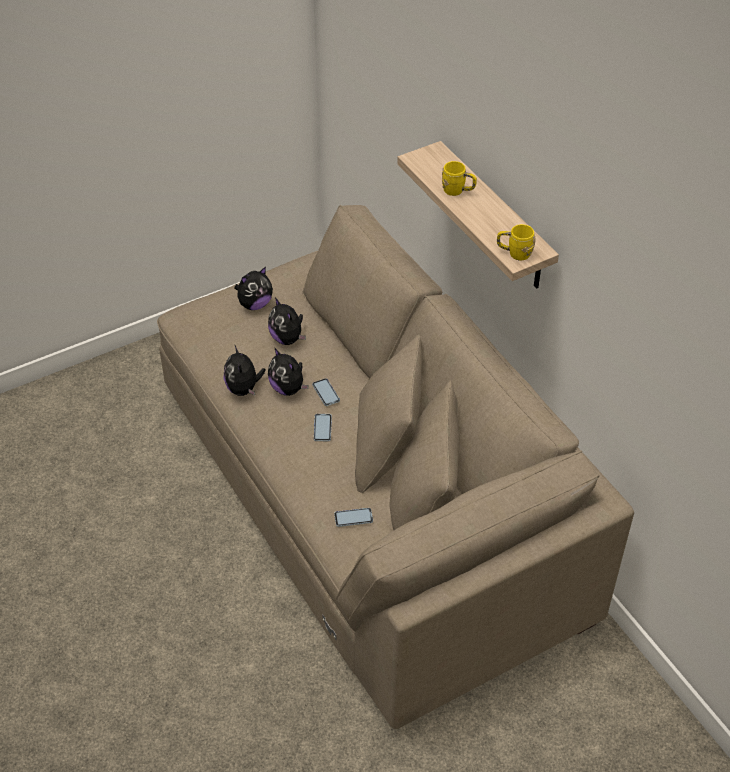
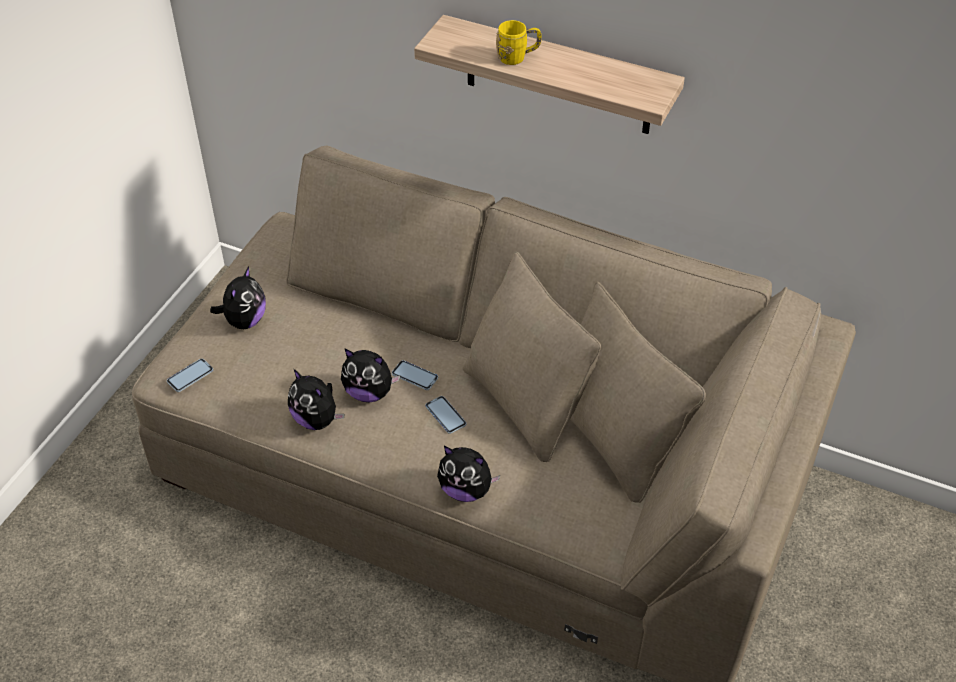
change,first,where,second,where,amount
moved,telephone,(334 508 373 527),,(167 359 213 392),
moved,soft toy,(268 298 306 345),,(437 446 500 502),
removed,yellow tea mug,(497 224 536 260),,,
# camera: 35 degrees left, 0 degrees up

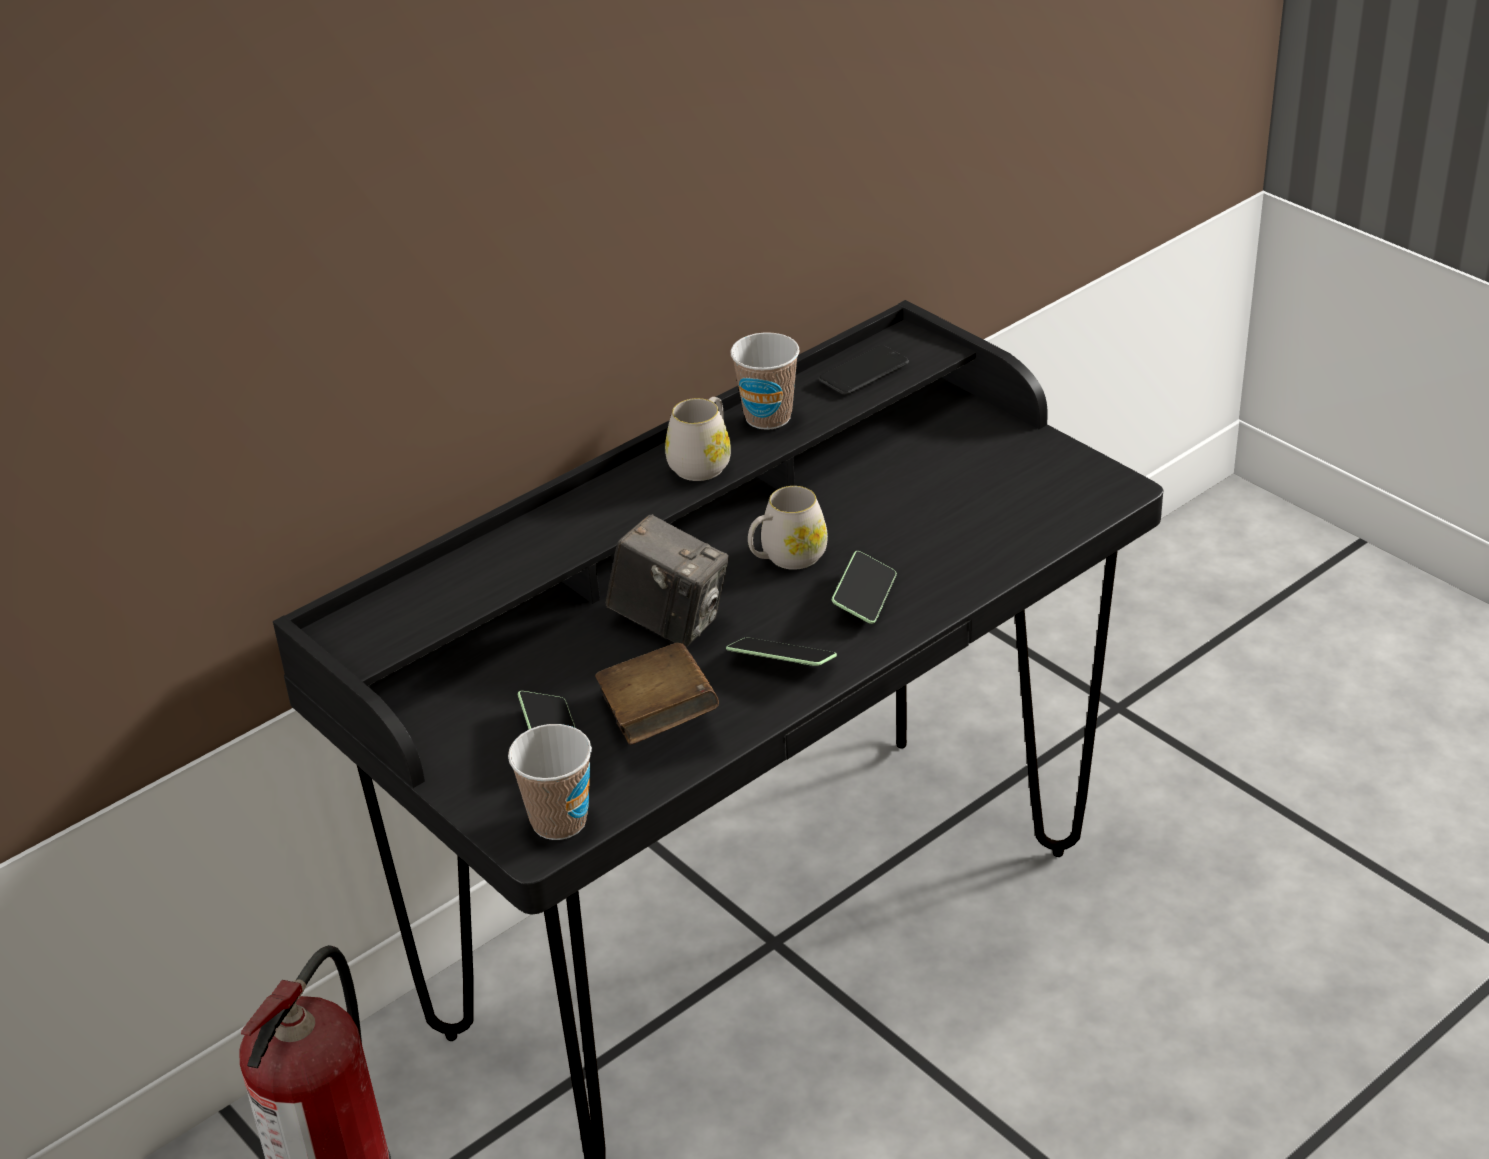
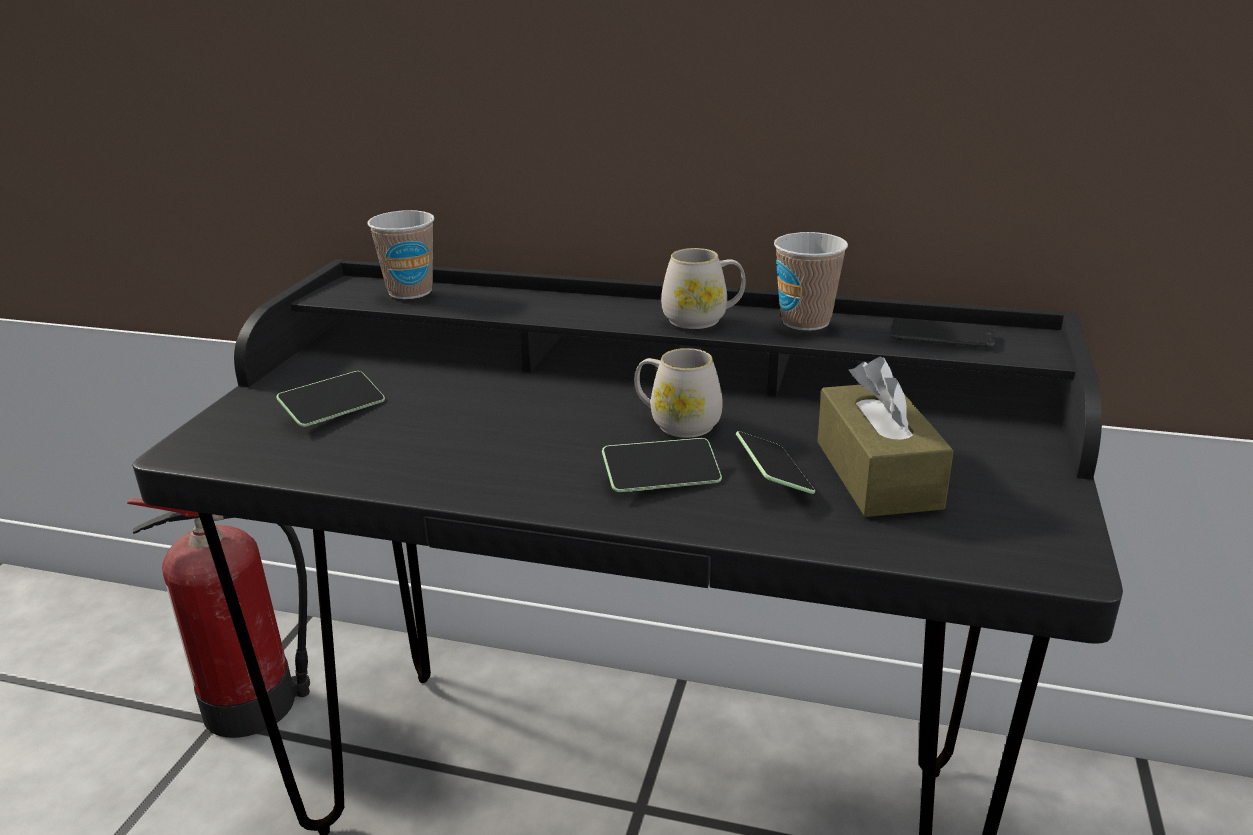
change,first,where,second,where,amount
moved,drinking cup,(508 724 592 840),,(367 210 434 299),
moved,telephone,(726 637 837 666),,(736 431 815 494),
added,,,brownish tissue box,(817 357 954 517),
removed,brownish book,(595 643 719 745),,,
removed,still camera,(606 514 729 647),,,
# camera: 55 degrees right, 10 degrees down

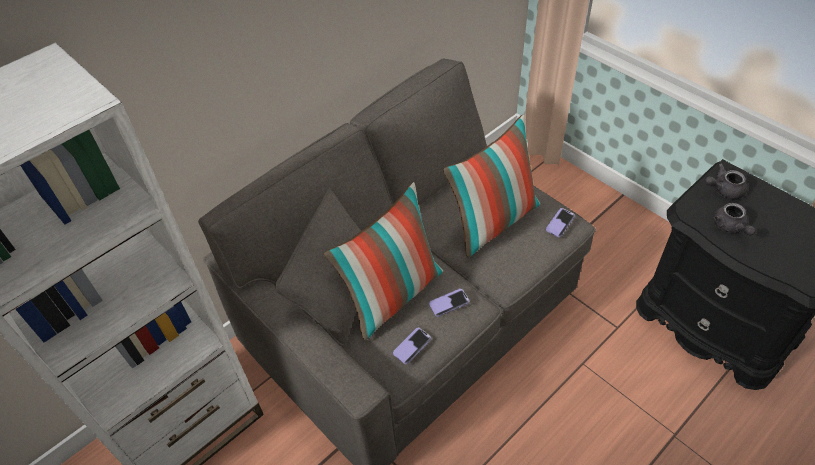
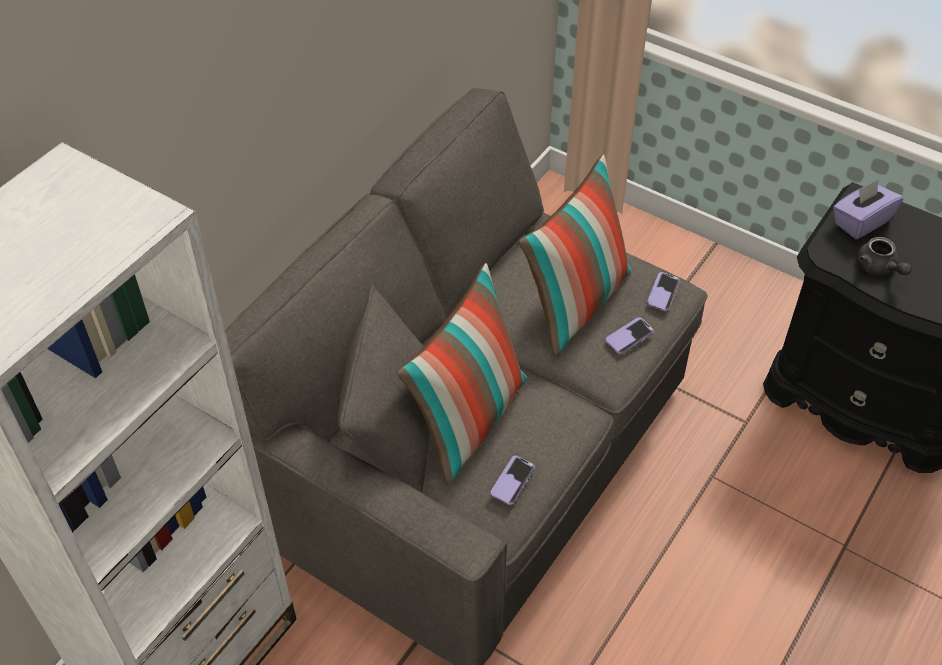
change,first,where,second,where,amount
moved,telephone,(429 289 469 317),,(605 317 654 355),
replaced,greyish teapot,(705 164 747 199),purple tissue box,(833 179 903 239),
# camera: 15 degrees left, 0 degrees up

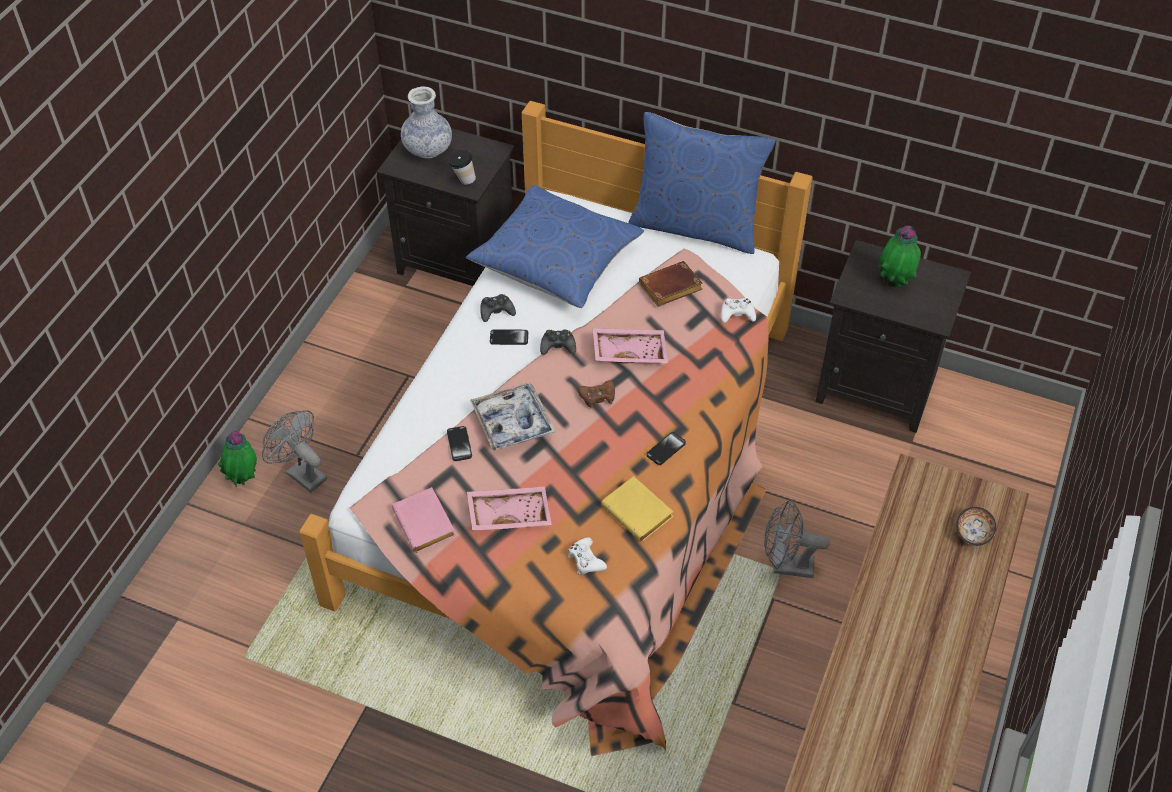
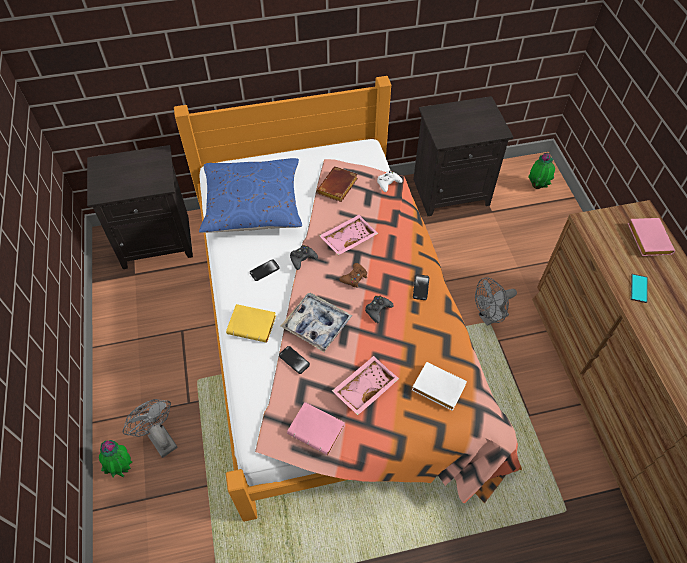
change,first,where,second,where,amount
turned,greyish cooling fan,(262 410 327 493),,(123 399 178 458),45 degrees clockwise
moved,yellow book,(601 476 673 542),,(226 304 276 343),
moved,blackish joypad,(480 294 516 322),,(365 296 394 323),
replaced,white-coloured joypad,(568 537 607 574),white-coloured book,(412 362 467 411),
moved,potted plant,(878 225 921 288),,(528 153 555 189),
replaced,serving bowl,(956 507 996 546),pinkish book,(628 218 675 256),
added,,,telephone,(631 274 648 303),
removed,flower vase,(401 86 452 158),,,
removed,drinking cup,(448 150 476 185),,,
removed,blue pillow,(628 112 776 254),,,
# camera: 35 degrees left, 5 degrees up

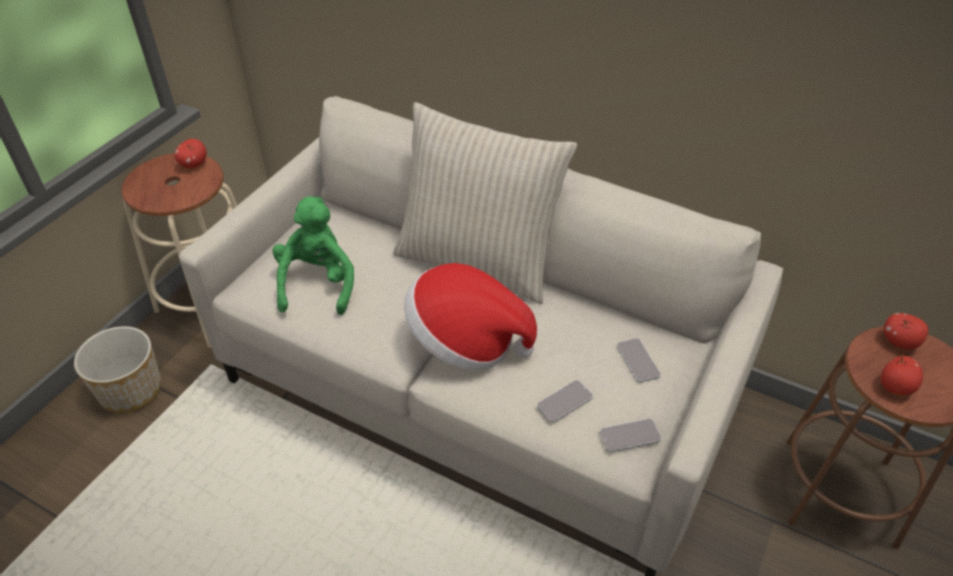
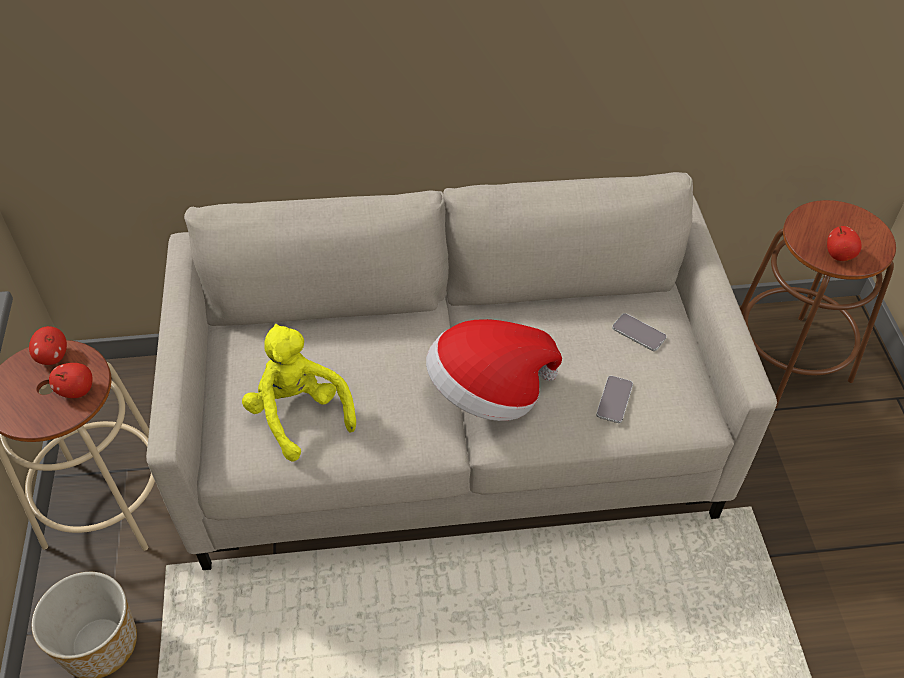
change,first,where,second,where,amount
moved,apple,(884 313 928 350),,(49 363 93 398),
recoloured,green soft toy,(273 196 354 315),yellow soft toy,(242 324 356 462),
removed,beige-coloured pillow,(393 102 577 304),,,
removed,telephone,(600 418 661 452),,,
# camera: 35 degrees left, 5 degrees up

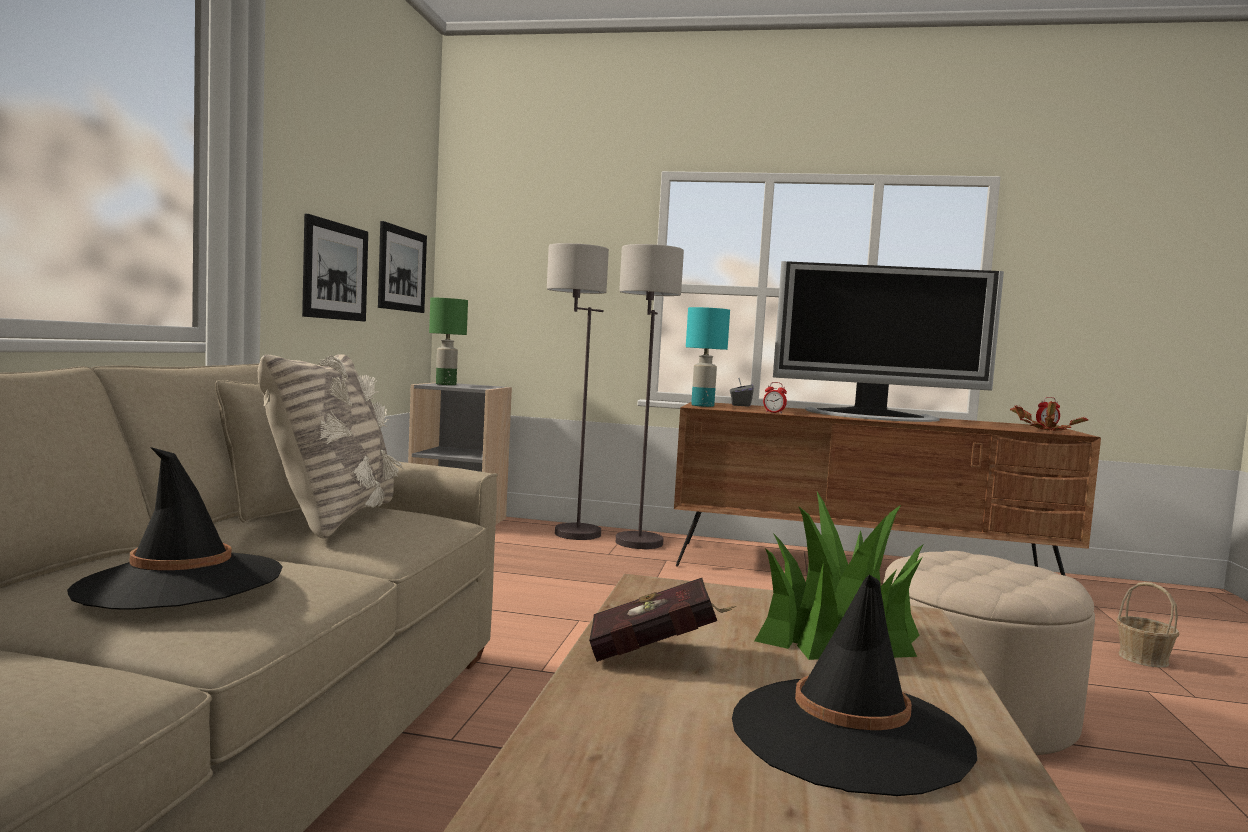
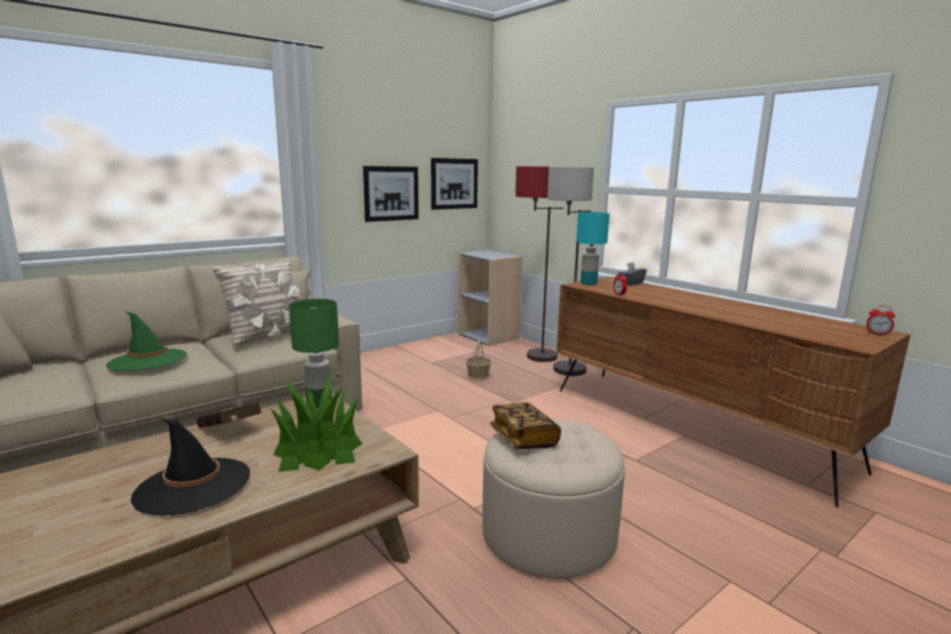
change,first,where,second,where,amount
recoloured,blackish hat,(67 447 283 610),green hat,(106 311 187 371),
moved,green table lamp,(429 298 468 385),,(289 299 339 408),
moved,basket,(1116 582 1180 668),,(466 340 492 381),
added,,,book,(490 403 561 449),
recoloured,greyish standing lamp,(547 243 609 540),red standing lamp,(515 166 564 362),
removed,television,(773 261 1004 422),,,
removed,potted plant,(1010 400 1088 431),,,
# camera: 40 degrees right, 10 degrees up

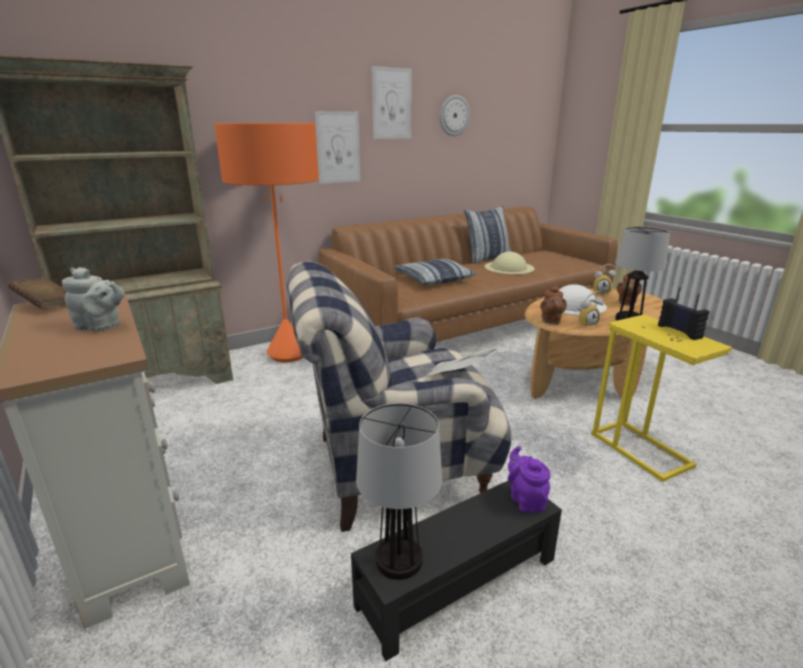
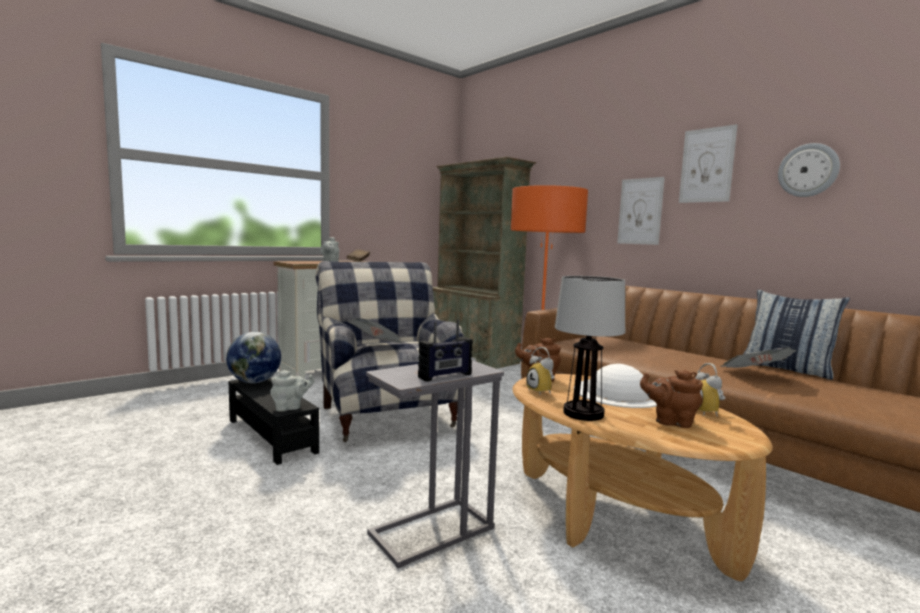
change,first,where,second,where,amount
replaced,table lamp,(356 403 442 580),desk globe,(226 332 281 383),
recoloured,purple teapot,(508 446 550 513),greyish teapot,(270 370 314 412),
recoloured,yellow side table,(591 315 732 482),greyish side table,(366 360 504 568),
replaced,beige-coloured hat,(485 251 534 275),newspaper,(721 347 796 368),
removed,pillow,(393 259 475 285),,,
# camera: 80 degrees right, 15 degrees down

